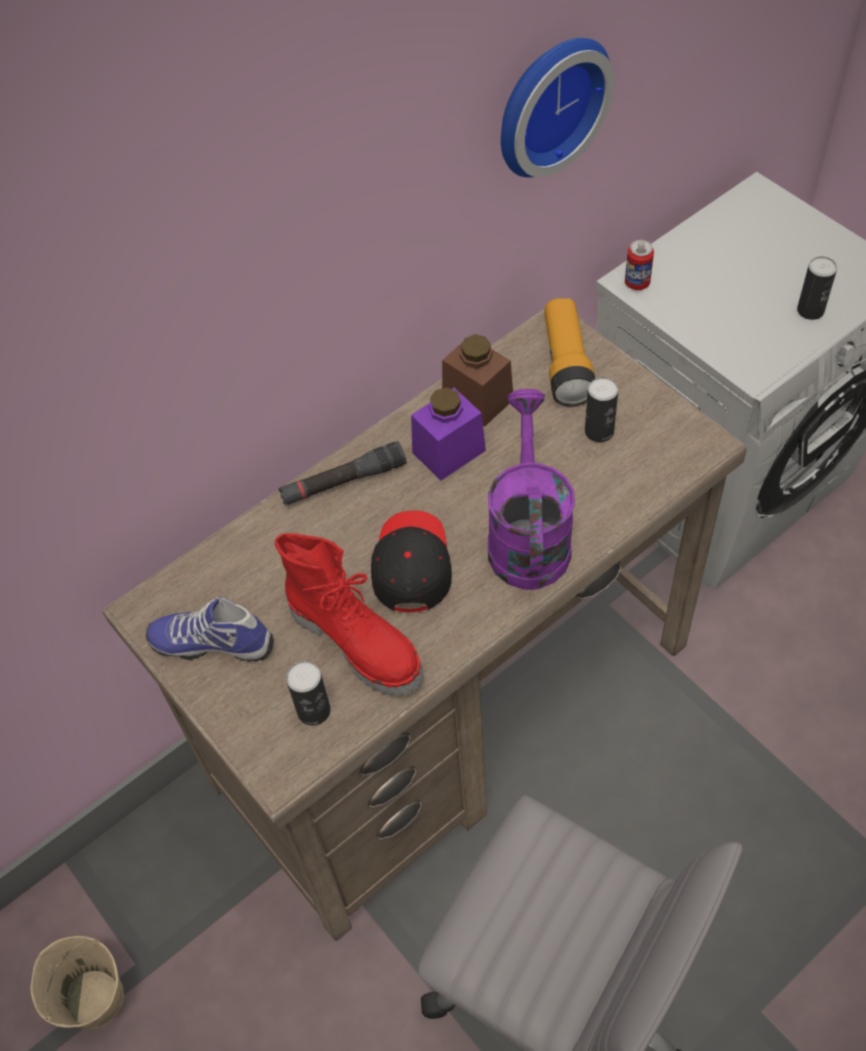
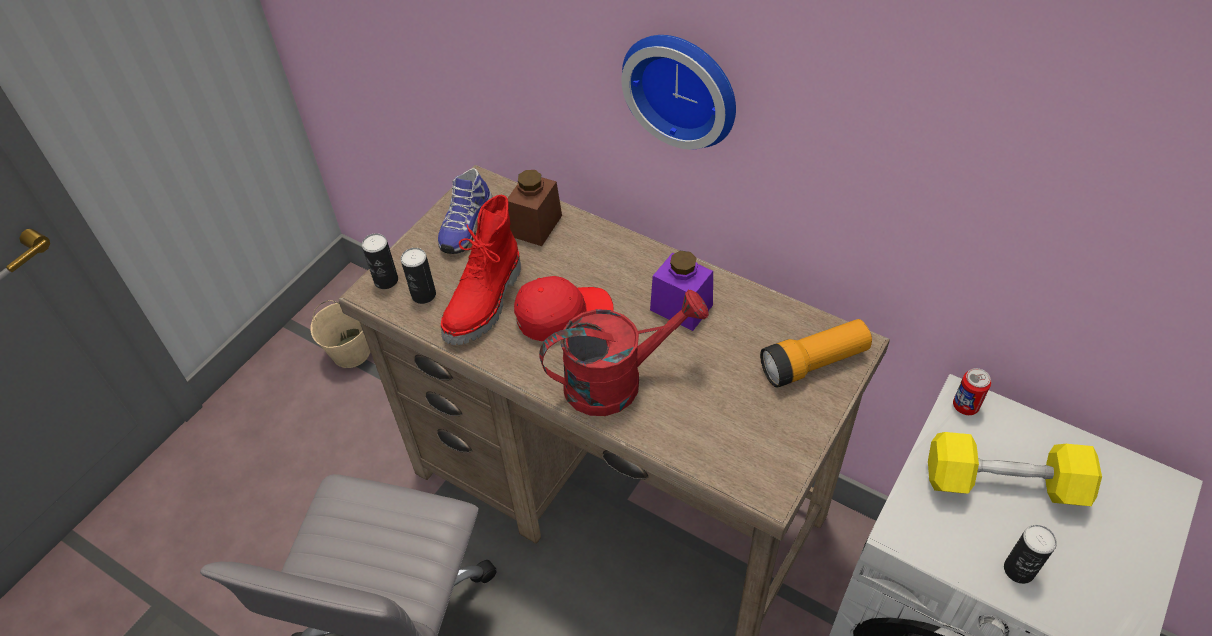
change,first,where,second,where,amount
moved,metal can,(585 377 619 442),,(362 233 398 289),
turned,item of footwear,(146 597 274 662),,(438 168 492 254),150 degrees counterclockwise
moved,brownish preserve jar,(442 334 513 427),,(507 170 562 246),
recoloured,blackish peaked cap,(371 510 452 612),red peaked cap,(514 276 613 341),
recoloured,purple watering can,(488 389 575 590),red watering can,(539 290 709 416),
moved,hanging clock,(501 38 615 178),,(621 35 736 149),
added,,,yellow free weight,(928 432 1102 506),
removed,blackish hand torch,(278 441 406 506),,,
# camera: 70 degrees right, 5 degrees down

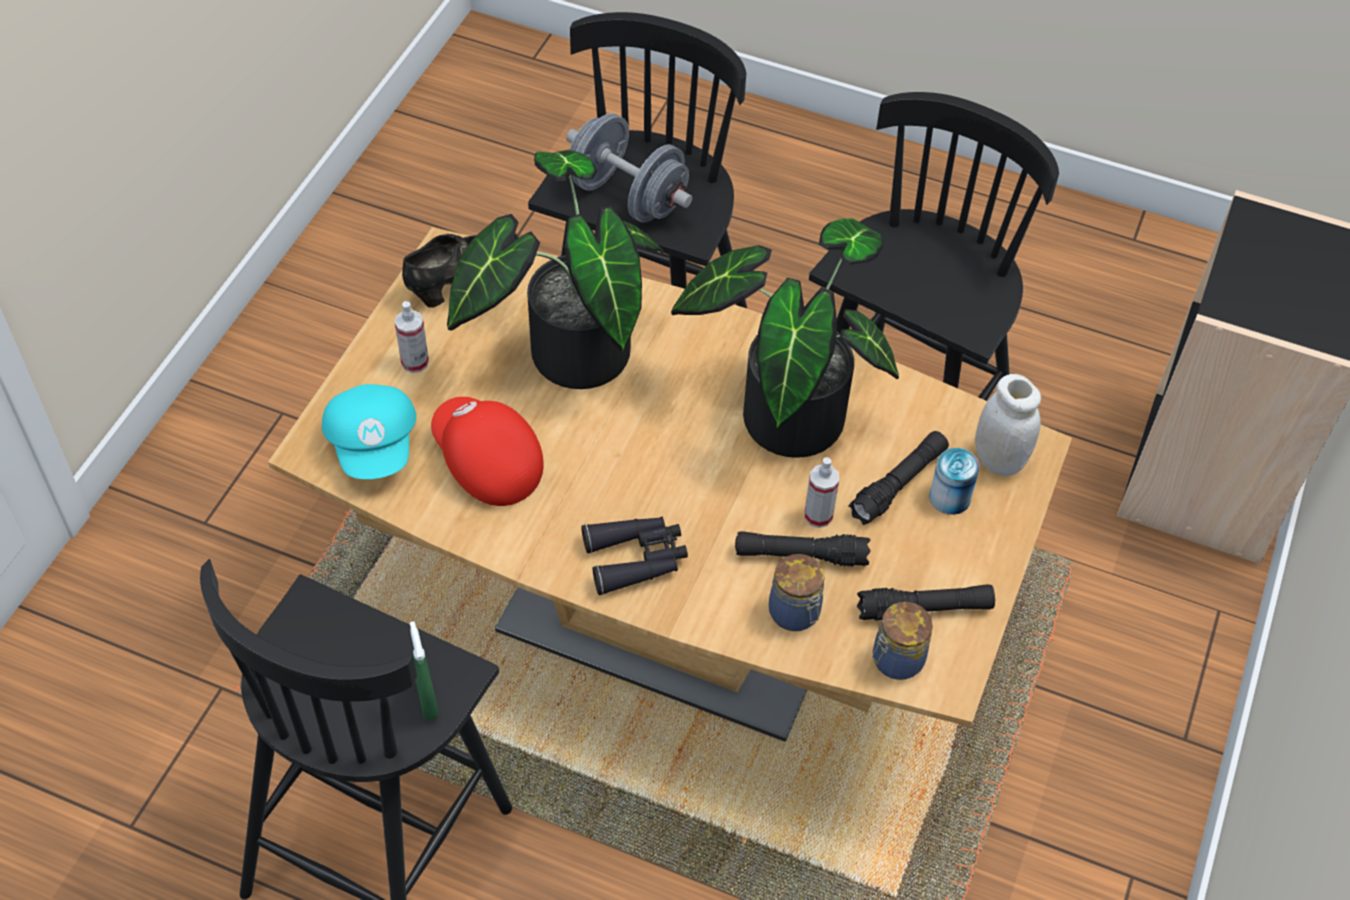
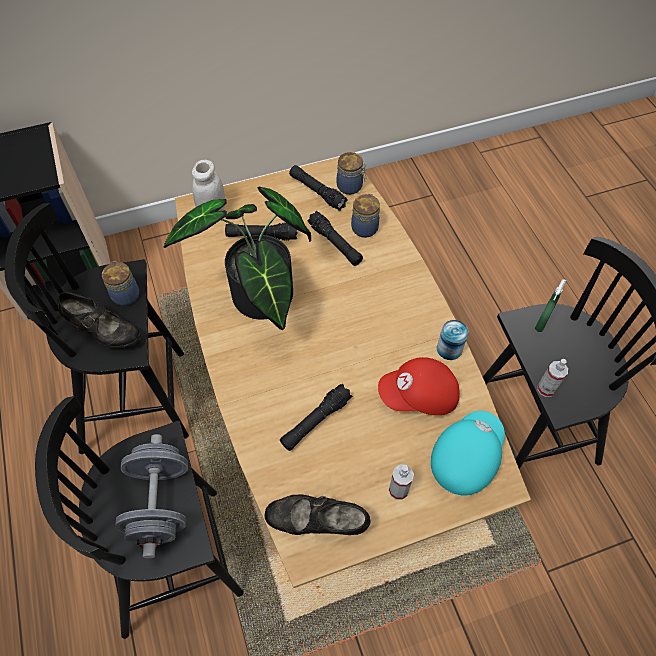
change,first,where,second,where,amount
added,,,blackish item of footwear,(58 292 141 348),
added,,,preserve jar,(102 261 139 306),
replaced,potted plant,(447 150 664 389),blackish hand torch,(280 384 352 451),
turned,red peaked cap,(431 397 544 506),,(378 357 460 415),75 degrees clockwise
moved,metal can,(929 448 980 515),,(437 320 468 360),
moved,hand sprayer,(804 457 839 528),,(537 359 568 397),
removed,blackish field glasses,(581 517 688 595),,,
# camera: 130 degrees left, 5 degrees up

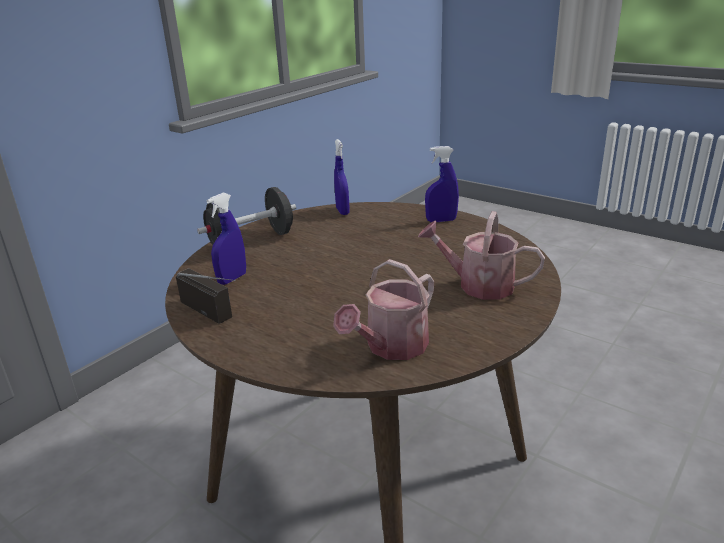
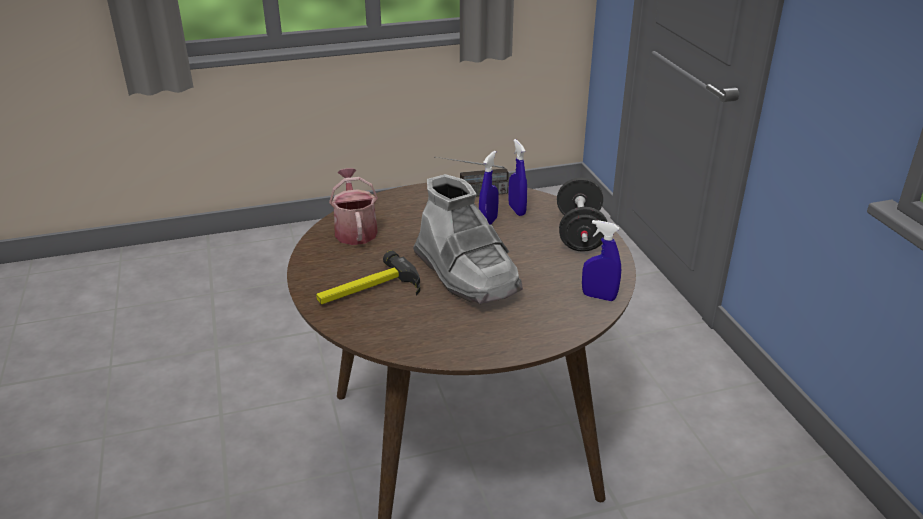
change,first,where,second,where,amount
replaced,watering can,(418 211 545 300),hand hammer,(316 251 420 304),
added,,,greyish tall boot,(413 174 523 304),
moved,blue hand sprayer,(425 146 459 222),,(479 151 498 225),
# camera: 125 degrees right, 5 degrees up

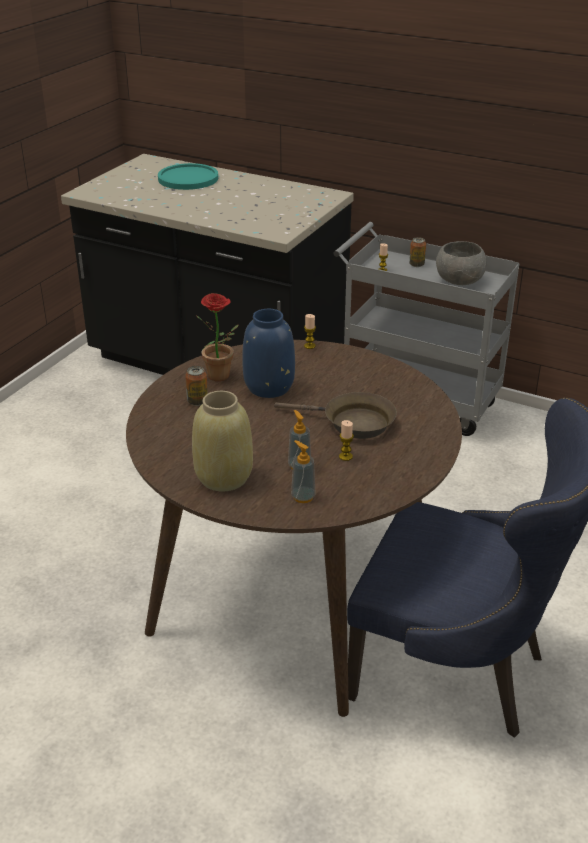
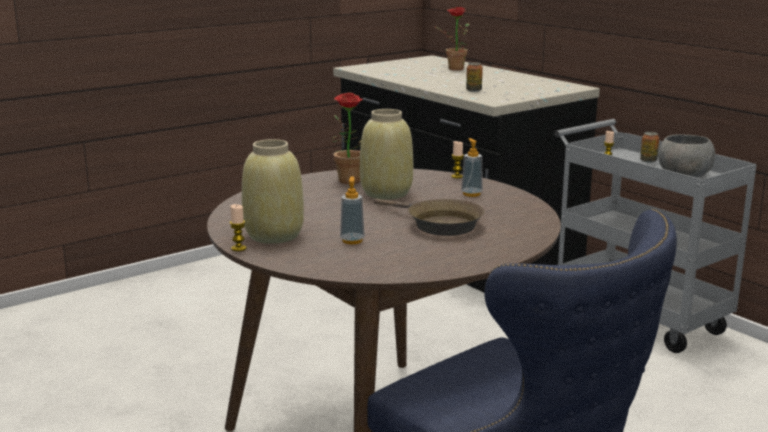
change,first,where,second,where,amount
moved,wax candle,(339 420 354 461),,(230 204 247 251),
recoloured,blue flower vase,(242 309 295 398),beige-coloured flower vase,(360 109 413 200),
replaced,blue-green plate,(158 163 218 190),potted plant,(435 7 470 70),
moved,liquid soap bottle,(291 440 316 503),,(461 138 483 197),
moved,metal can,(185 366 208 406),,(466 62 483 92),
# camera: 25 degrees right, 15 degrees down

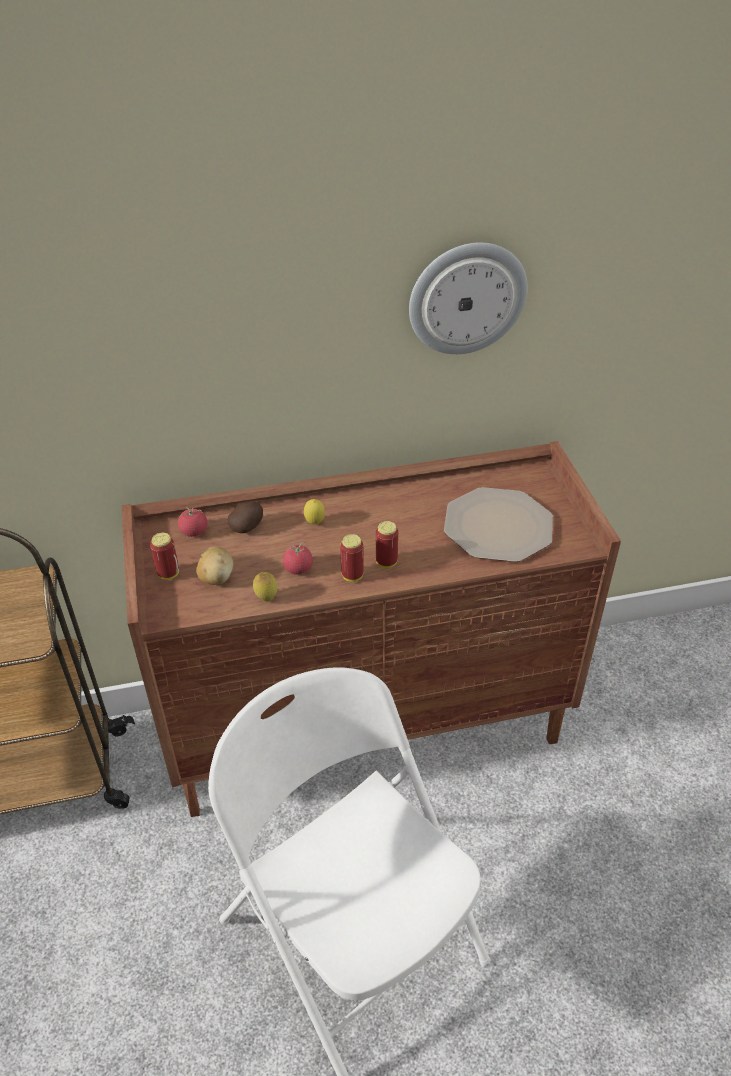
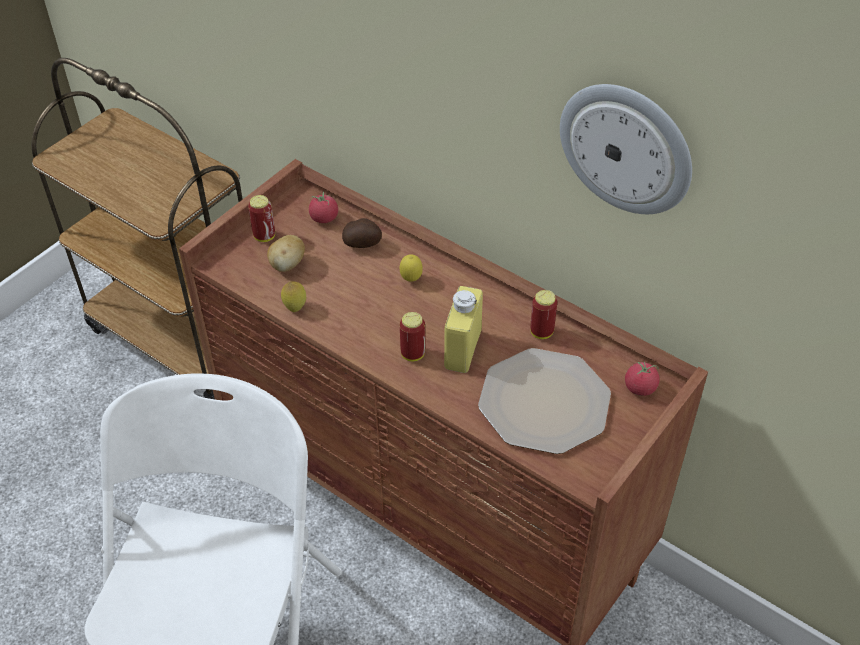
change,first,where,second,where,amount
added,,,yellow drink bottle,(444 286 483 373),
moved,metal can,(340 534 364 582),,(530 290 557 339),
moved,tomato,(283 541 313 575),,(625 362 660 396),
# camera: 50 degrees right, 5 degrees up

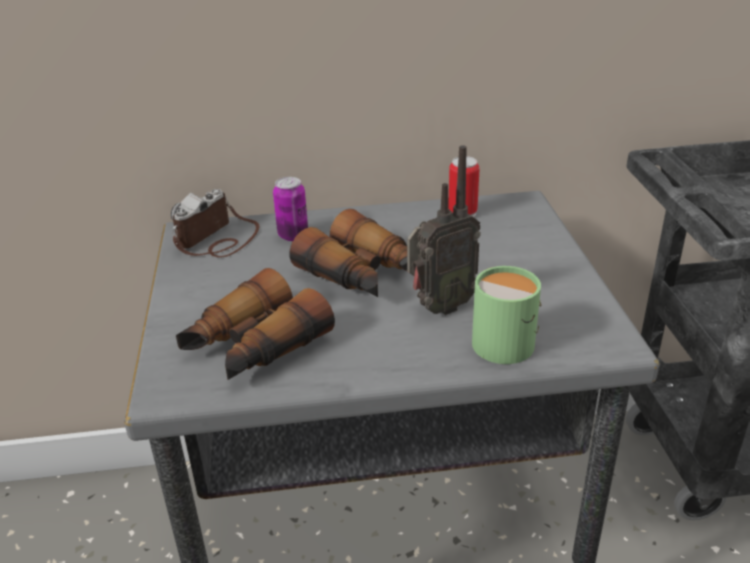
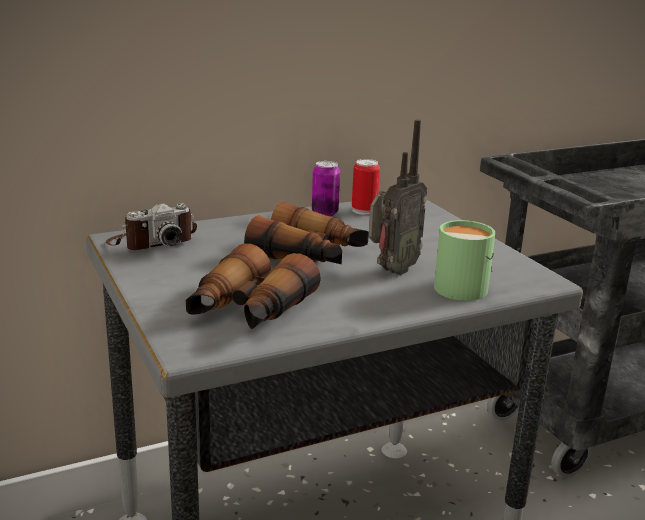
change,first,where,second,where,amount
turned,still camera,(171 189 260 258),,(106 203 197 250),135 degrees counterclockwise
moved,metal can,(273 177 308 241),,(312 161 340 216),
# camera: 20 degrees left, 10 degrees down

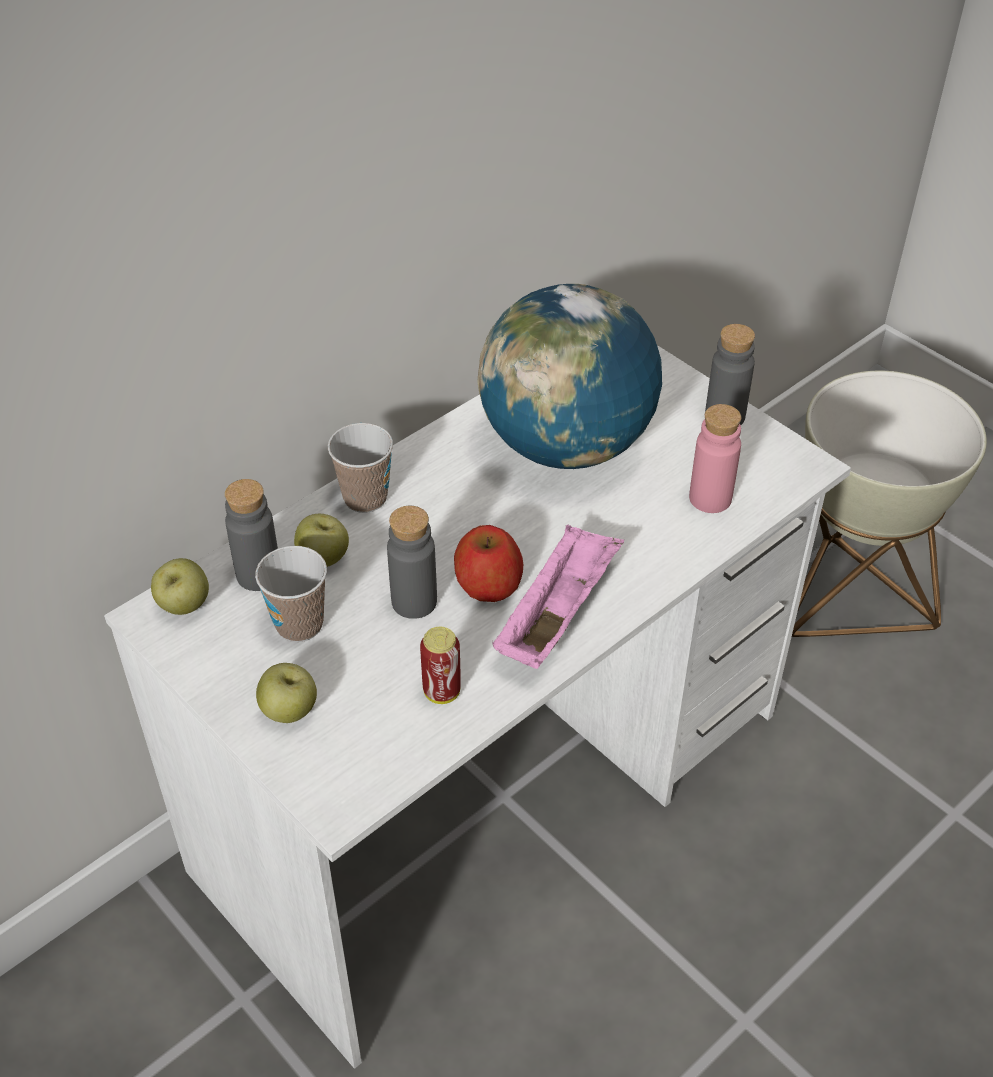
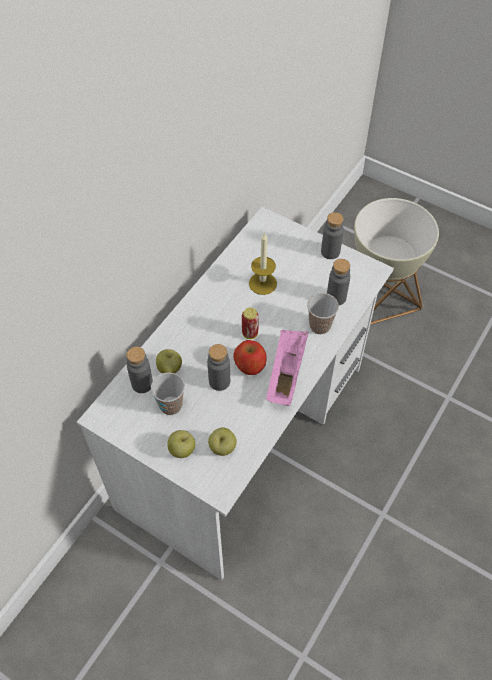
change,first,where,second,where,amount
moved,apple,(151 558 209 615),,(208 428 237 456),
moved,metal can,(420 627 461 704),,(242 308 259 339),
replaced,desk globe,(478 284 662 469),wax candle,(249 232 277 295),
moved,drinking cup,(328 423 393 513),,(307 293 339 334),
recoloured,pinkish drink bottle,(689 404 741 513),greyish drink bottle,(327 259 350 305),
# camera: 15 degrees left, 10 degrees up

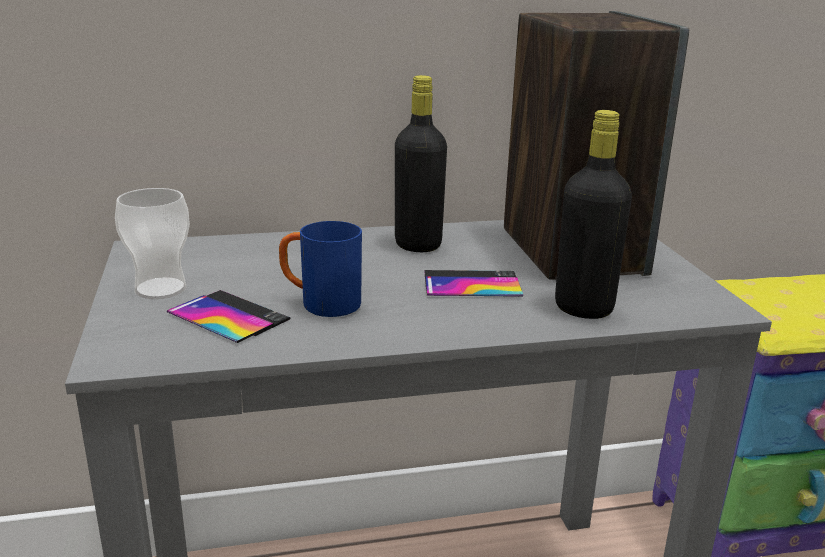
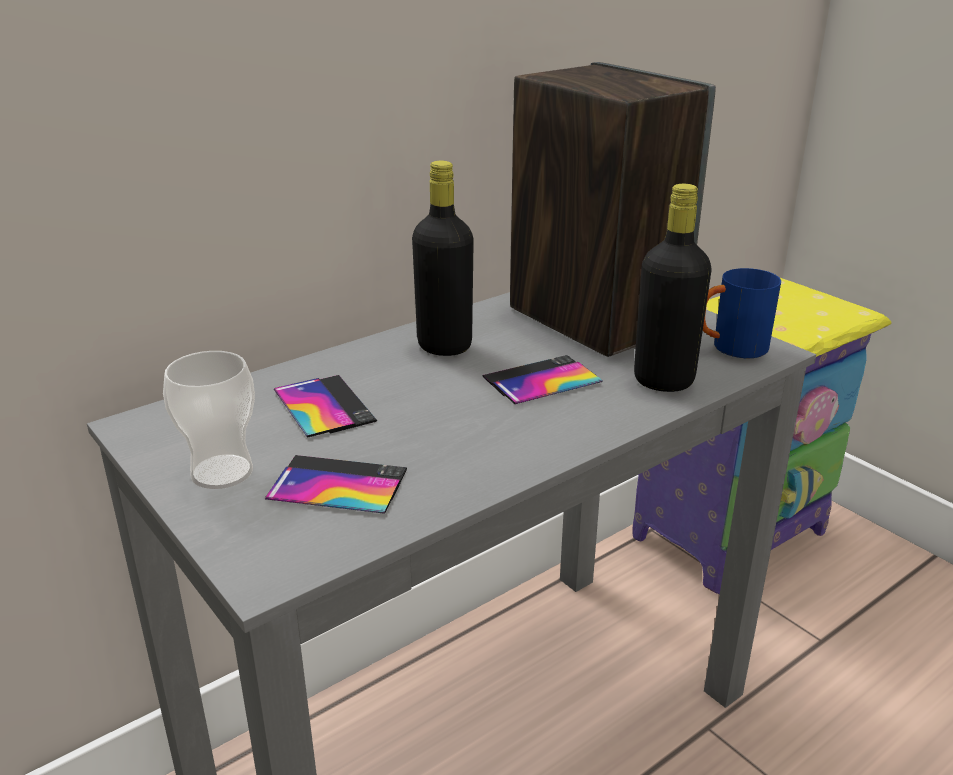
change,first,where,second,where,amount
added,,,telephone,(274 375 377 437),
moved,blue tea mug,(279 221 362 317),,(703 268 781 358),
# camera: 25 degrees left, 5 degrees up

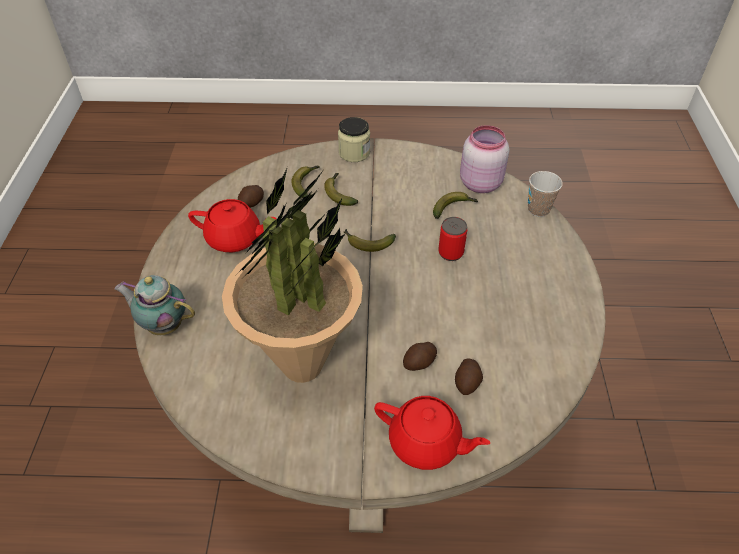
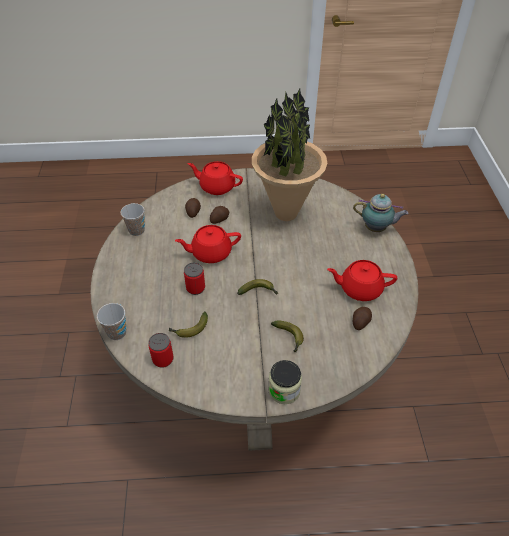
change,first,where,second,where,amount
added,,,drinking cup,(121 203 145 236),
replaced,pinkish preserve jar,(460 125 509 193),metal can,(148 333 174 368),
added,,,red teapot,(175 225 241 263),
removed,whole banana,(291 165 320 198),,,
# camera: 175 degrees right, 0 degrees up

